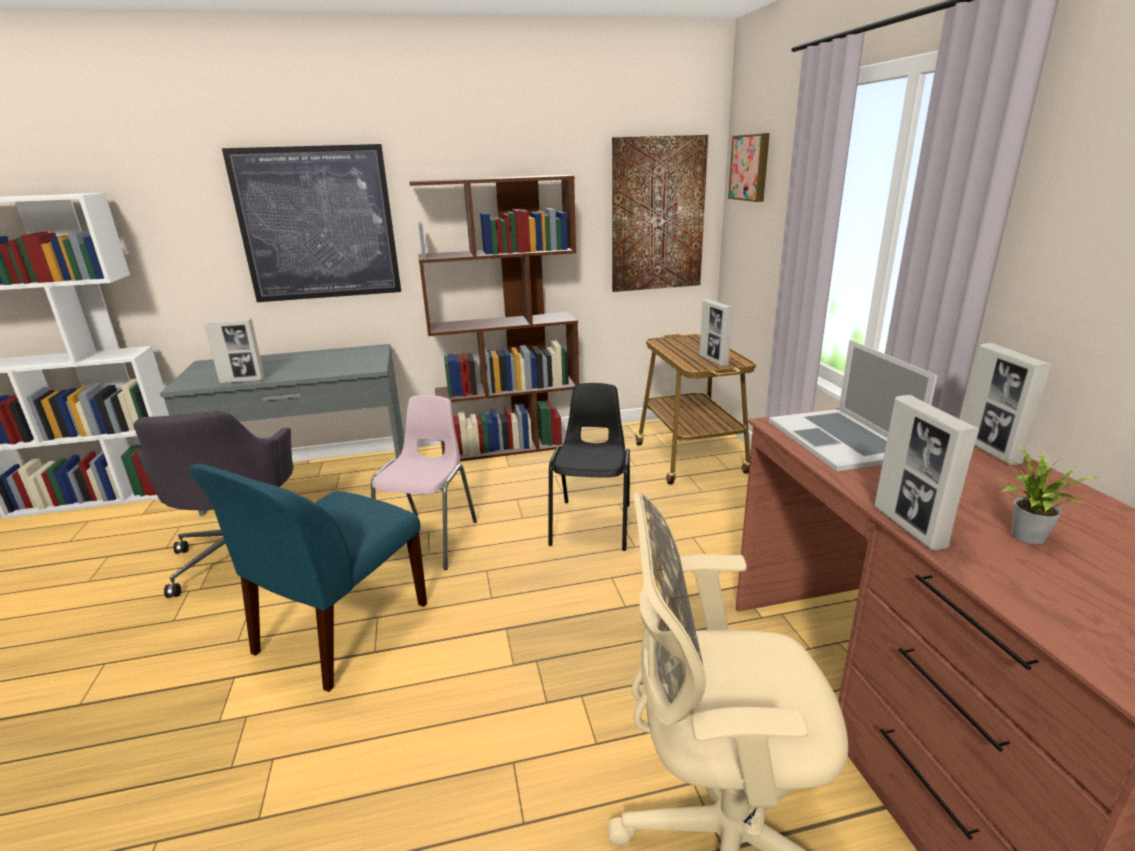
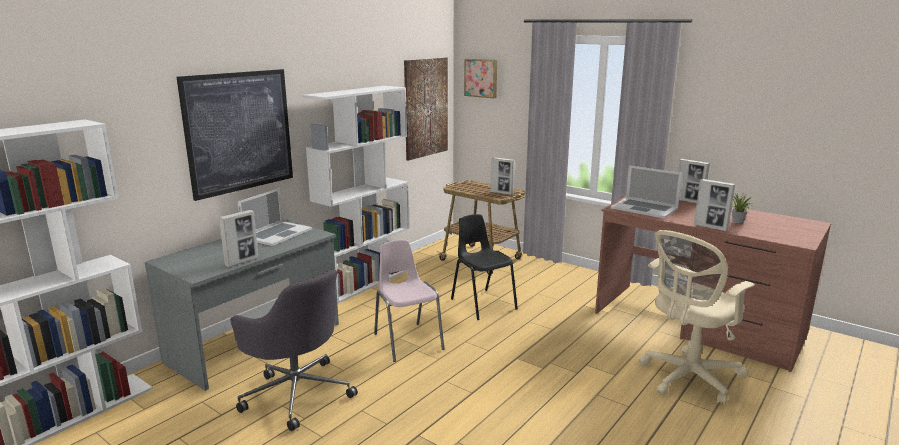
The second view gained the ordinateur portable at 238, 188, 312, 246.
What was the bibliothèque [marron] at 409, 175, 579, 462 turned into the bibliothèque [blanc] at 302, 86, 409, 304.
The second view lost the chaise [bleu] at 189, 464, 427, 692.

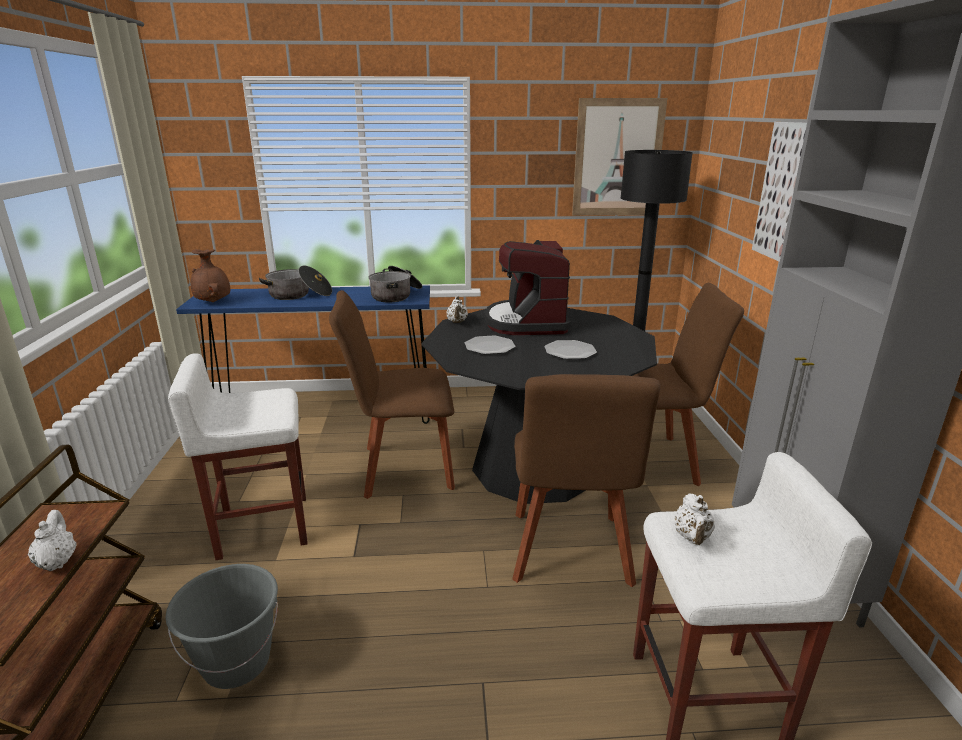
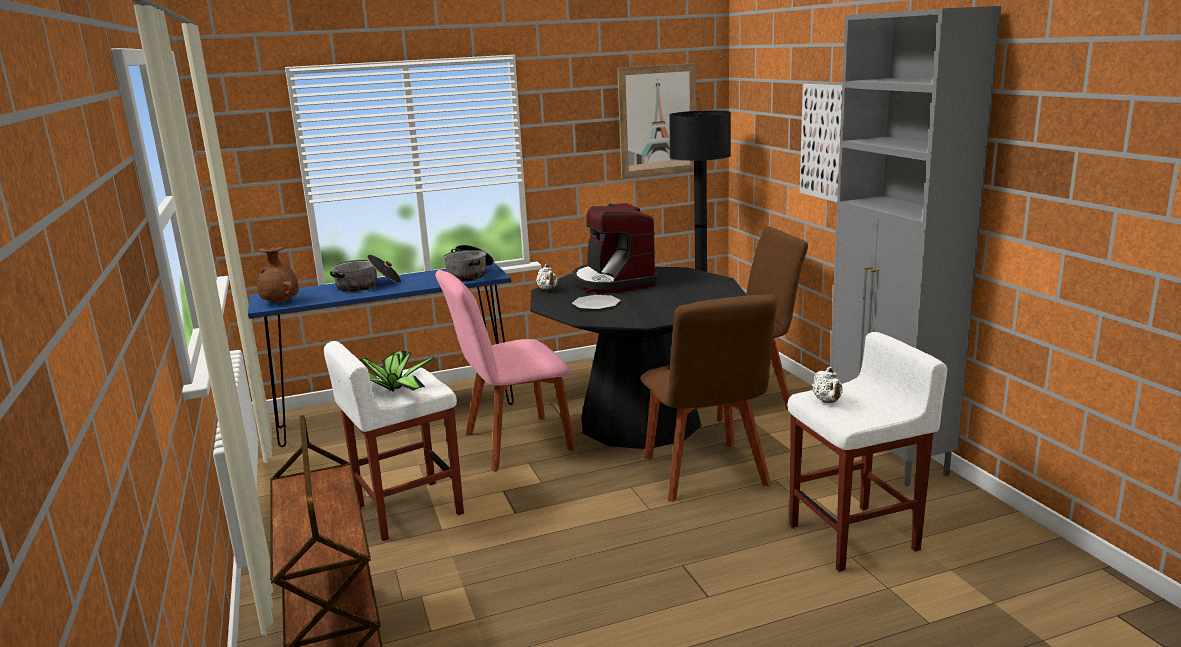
The second view gained the plante en pot at 360, 351, 435, 392.
What was the chaise [marron] at 329, 290, 455, 499 turned into the chaise [rose] at 435, 270, 576, 472.
The second view lost the théière [blanc] at 28, 510, 77, 571.
The second view lost the seau [gris] at 165, 564, 278, 689.
The second view lost the assiette at 544, 340, 597, 359.

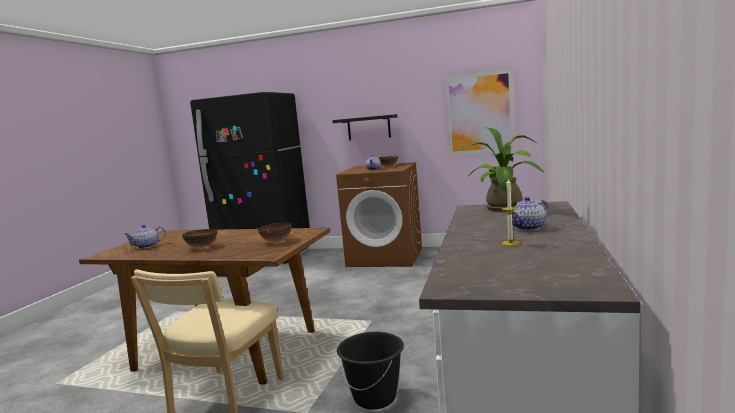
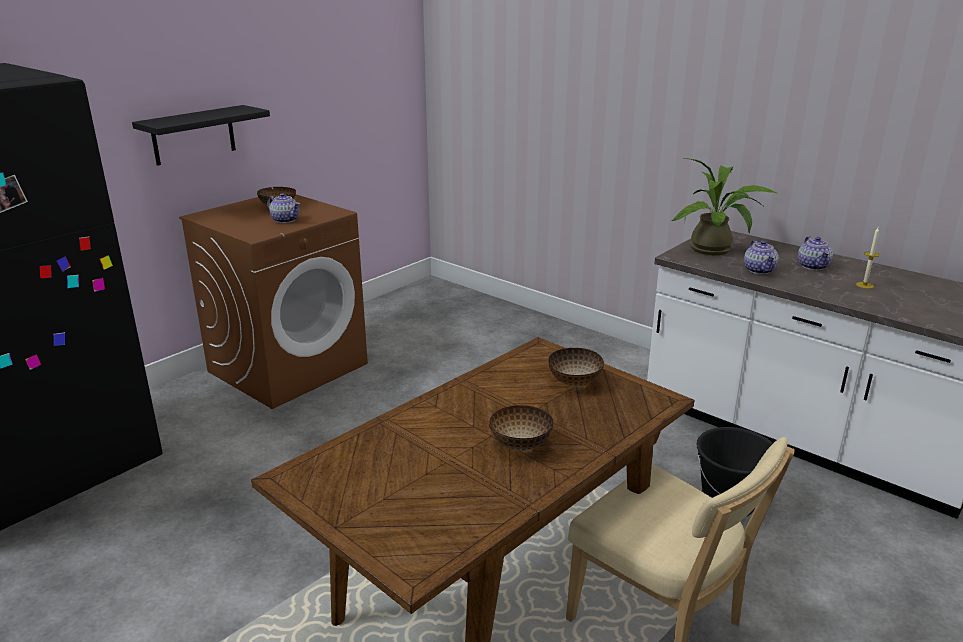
The théière ended up elsewhere, having gone from 124, 225, 166, 249 to 744, 240, 779, 274.
The second view lost the tableau at 445, 69, 515, 155.

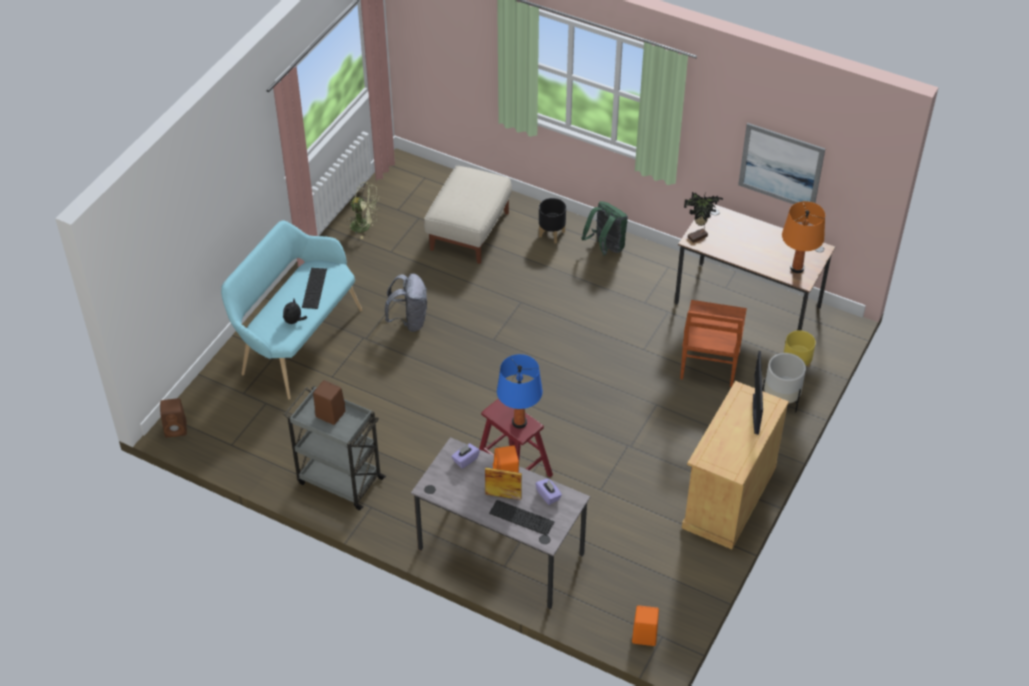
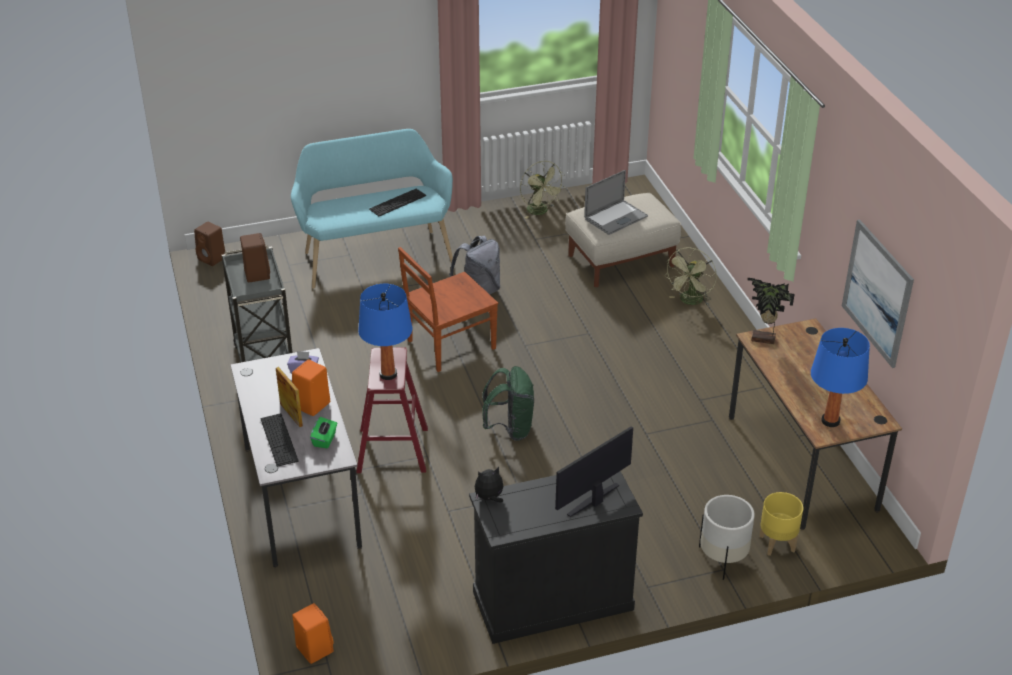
What was the boîte à mouchoirs [violet] at 535, 478, 562, 505 turned into the boîte à mouchoirs [vert] at 310, 417, 337, 449.
The chaise [marron] ended up elsewhere, having gone from 680, 300, 747, 387 to 398, 247, 498, 372.
What was the meuble de rangement [beige] at 682, 381, 789, 549 turned into the meuble de rangement [noir] at 469, 471, 643, 644.
The peluche ended up elsewhere, having gone from 283, 299, 307, 324 to 475, 467, 503, 503.
The sac à dos [vert] ended up elsewhere, having gone from 581, 201, 628, 255 to 482, 366, 534, 441.
The second view gained the ordinateur portable at 584, 170, 648, 235.
Where the cache-pot [noir] stood at 539, 198, 566, 243, the ventilateur [vert] came to stand at 664, 248, 717, 306.
What was the lampe de table [orange] at 782, 201, 825, 273 turned into the lampe de table [bleu] at 811, 328, 870, 427.

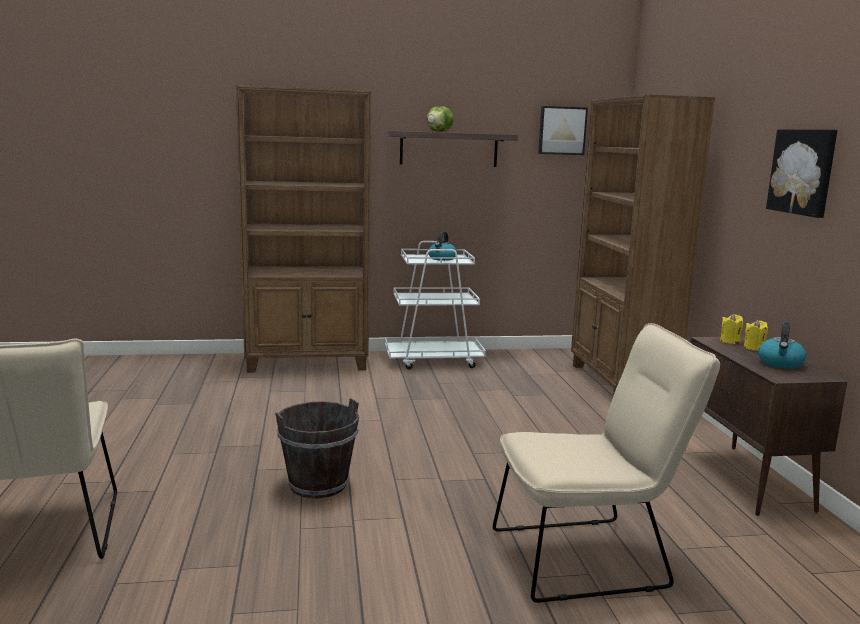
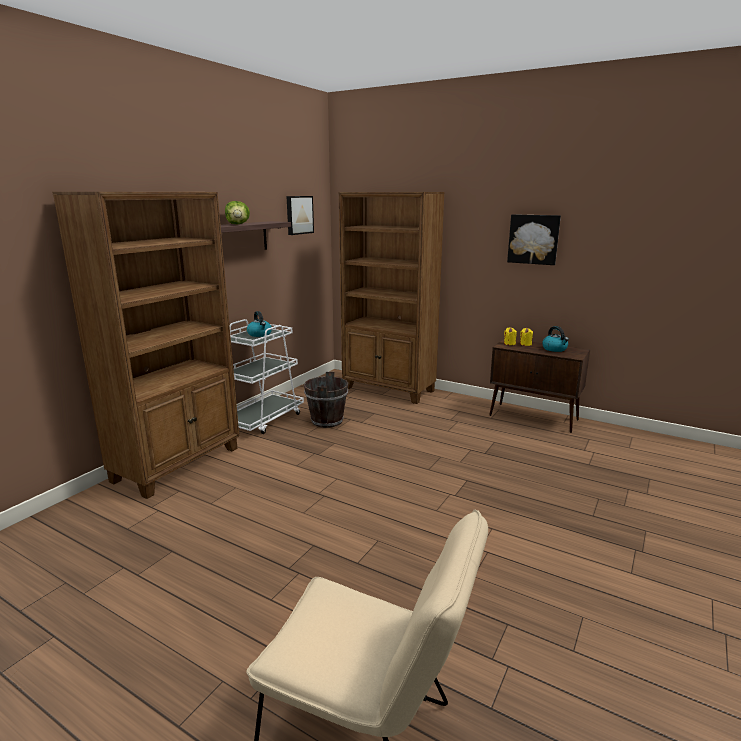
The seau [marron] ended up elsewhere, having gone from 275, 398, 359, 499 to 304, 372, 348, 428.
The second view lost the chaise [beige] at 493, 323, 720, 603.

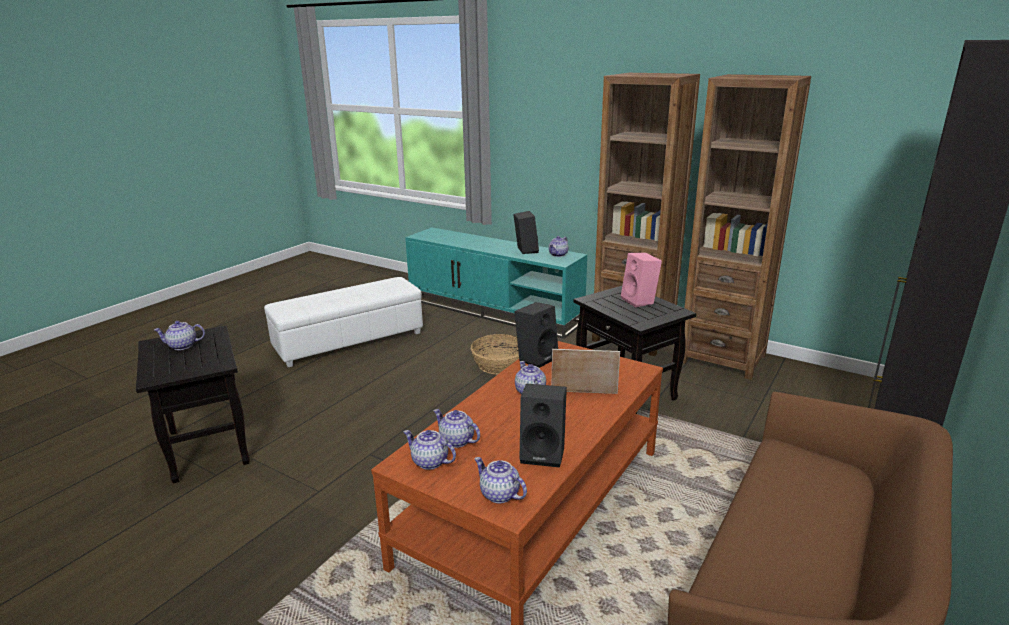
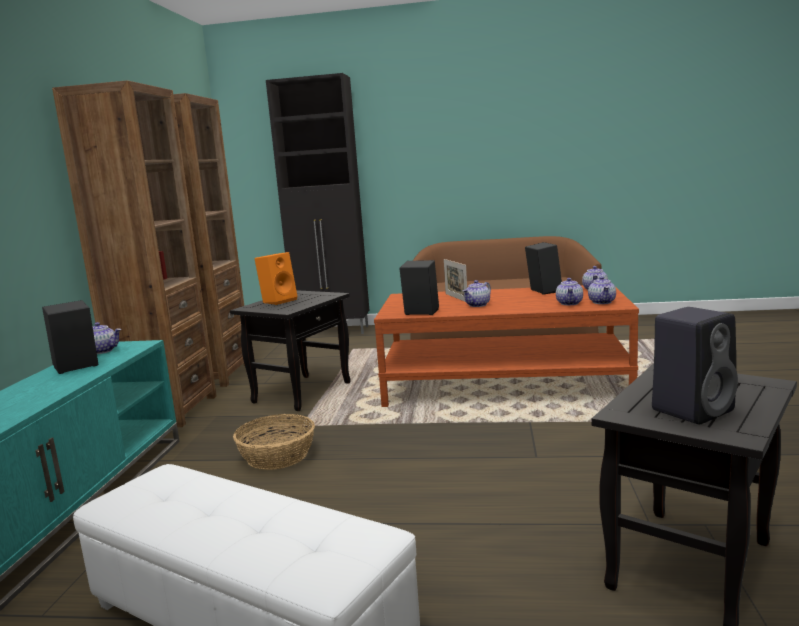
What was the enceinte [rose] at 621, 253, 662, 307 turned into the enceinte [orange] at 254, 252, 297, 305.
Where the théière stood at 154, 321, 205, 350, the enceinte [noir] came to stand at 652, 307, 738, 424.

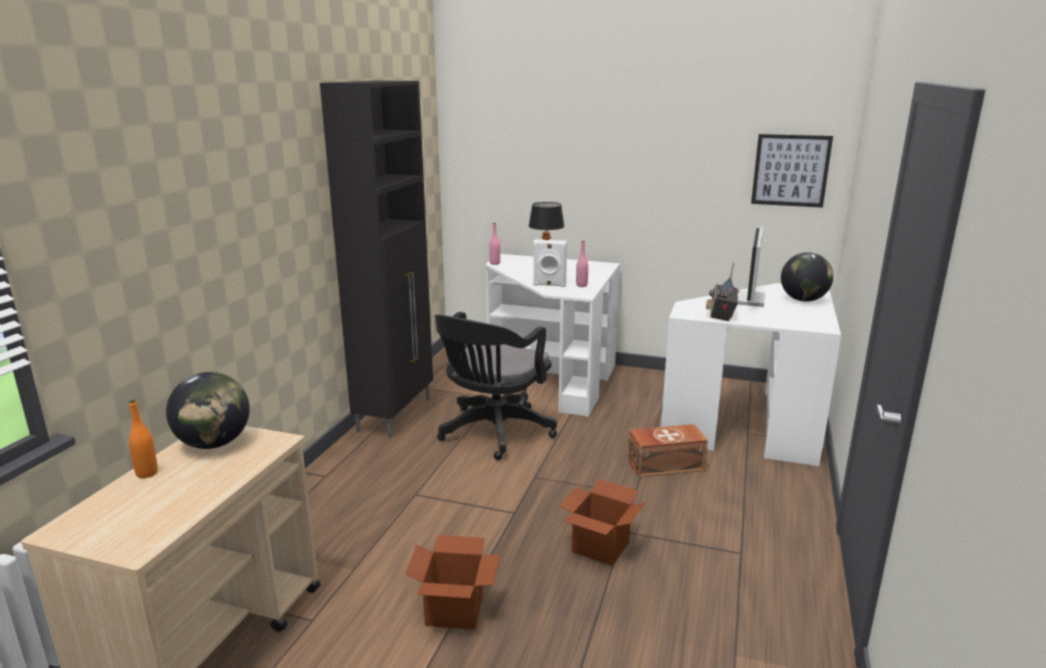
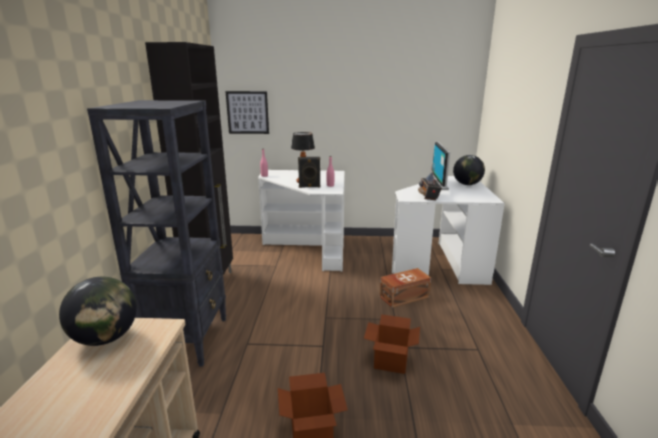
The second view gained the bibliothèque [noir] at 87, 100, 226, 367.
The tableau ended up elsewhere, having gone from 751, 134, 833, 208 to 225, 91, 269, 134.
What was the enceinte [blanc] at 533, 239, 567, 287 turned into the enceinte [noir] at 298, 157, 321, 188.
The second view lost the bouteille [orange] at 129, 399, 158, 478.
The second view lost the chaise de bureau [noir] at 435, 312, 557, 460.

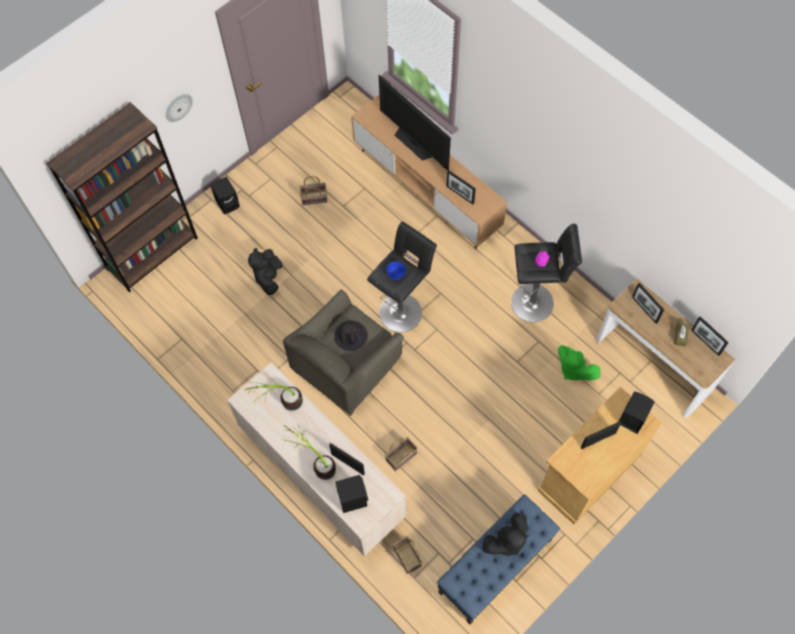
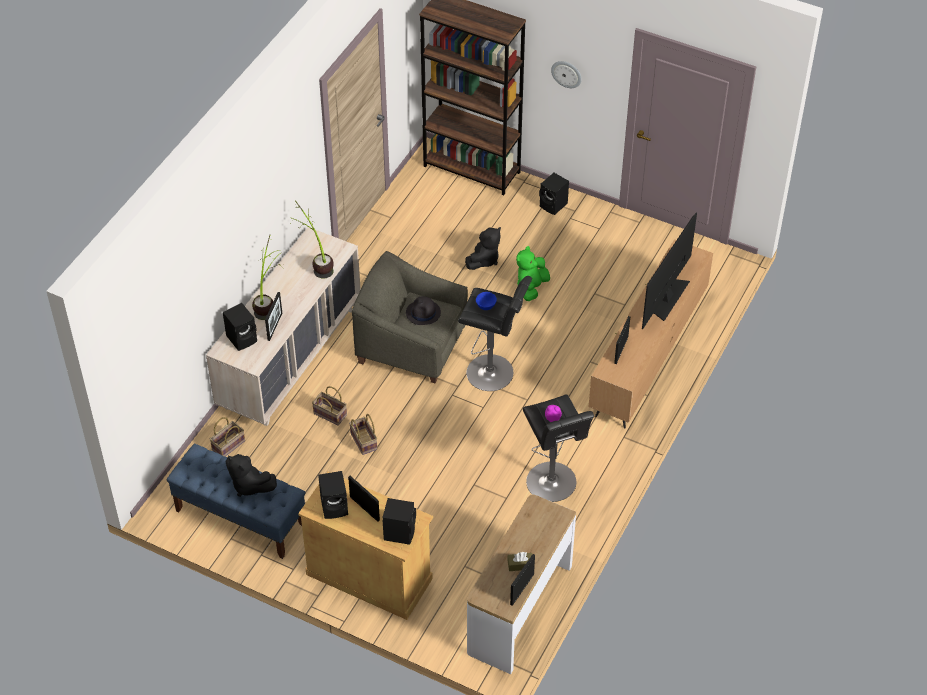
The second view gained the enceinte [noir] at 318, 471, 348, 519.
The panier ended up elsewhere, having gone from 299, 176, 328, 205 to 349, 414, 377, 455.
The peluche [noir] at 248, 248, 283, 295 ended up facing another way, 135 degrees clockwise from before.
The peluche [vert] ended up elsewhere, having gone from 558, 345, 600, 380 to 516, 246, 550, 301.
The second view lost the cadre photo at 632, 283, 664, 324.

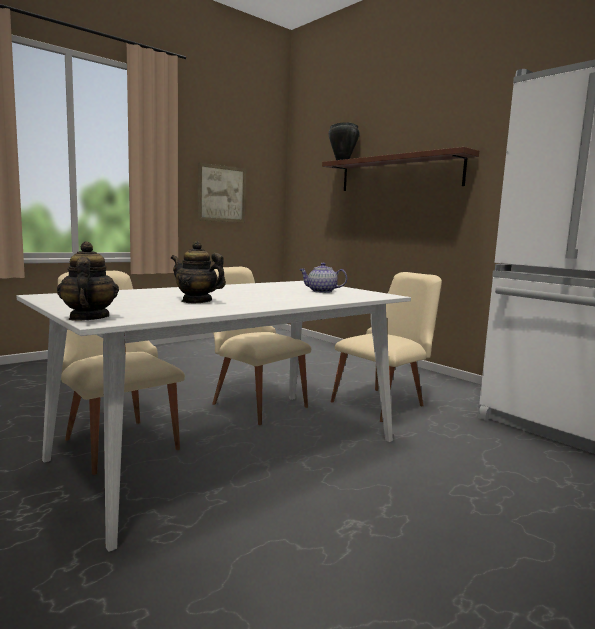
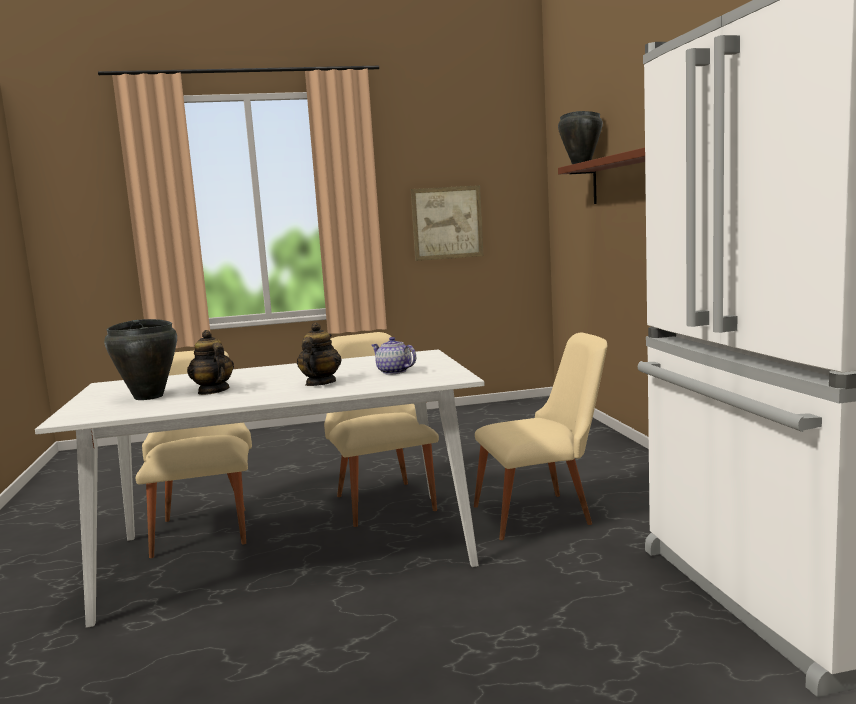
The second view gained the marmite [noir] at 104, 319, 177, 400.
The théière ended up elsewhere, having gone from 57, 241, 119, 321 to 297, 322, 342, 386.

